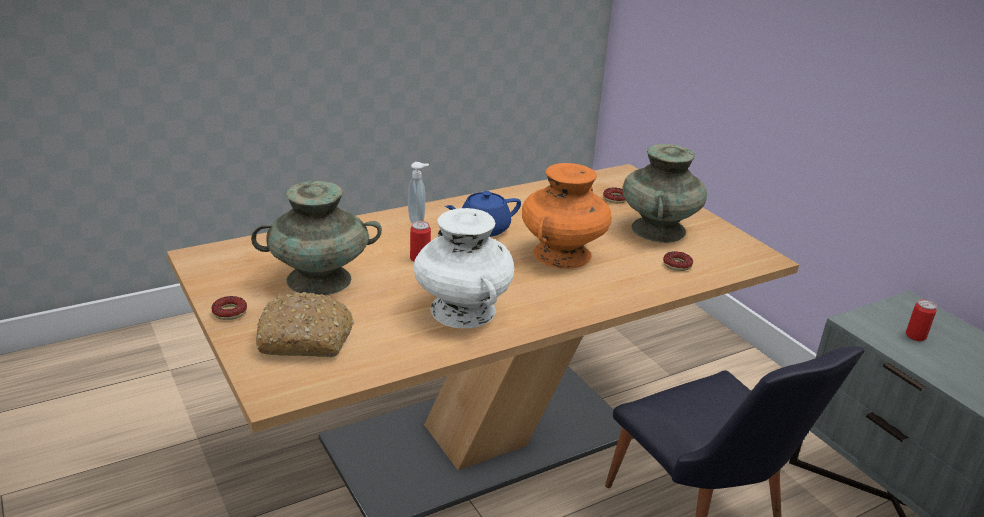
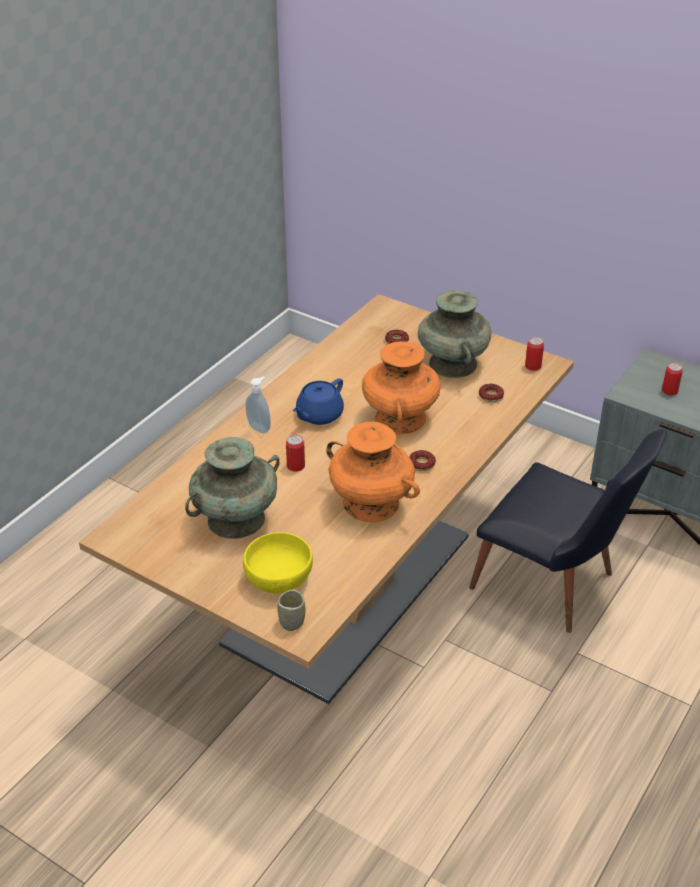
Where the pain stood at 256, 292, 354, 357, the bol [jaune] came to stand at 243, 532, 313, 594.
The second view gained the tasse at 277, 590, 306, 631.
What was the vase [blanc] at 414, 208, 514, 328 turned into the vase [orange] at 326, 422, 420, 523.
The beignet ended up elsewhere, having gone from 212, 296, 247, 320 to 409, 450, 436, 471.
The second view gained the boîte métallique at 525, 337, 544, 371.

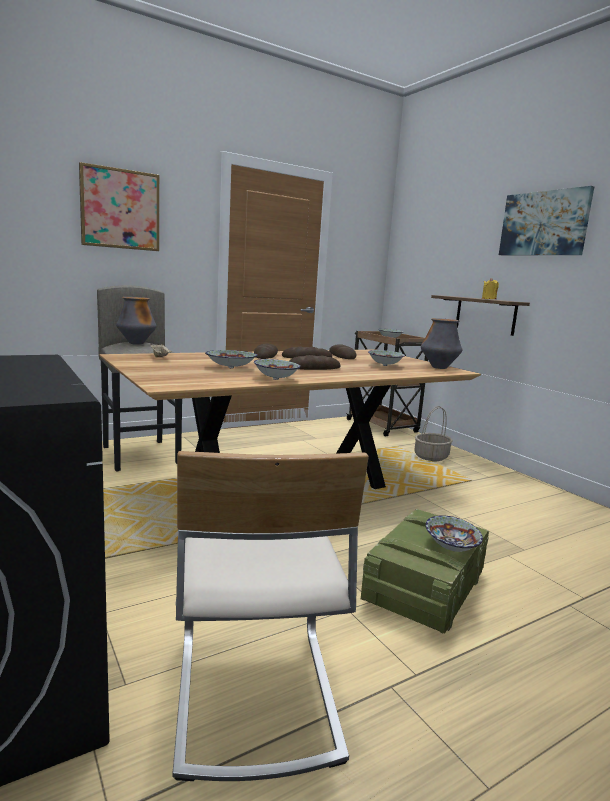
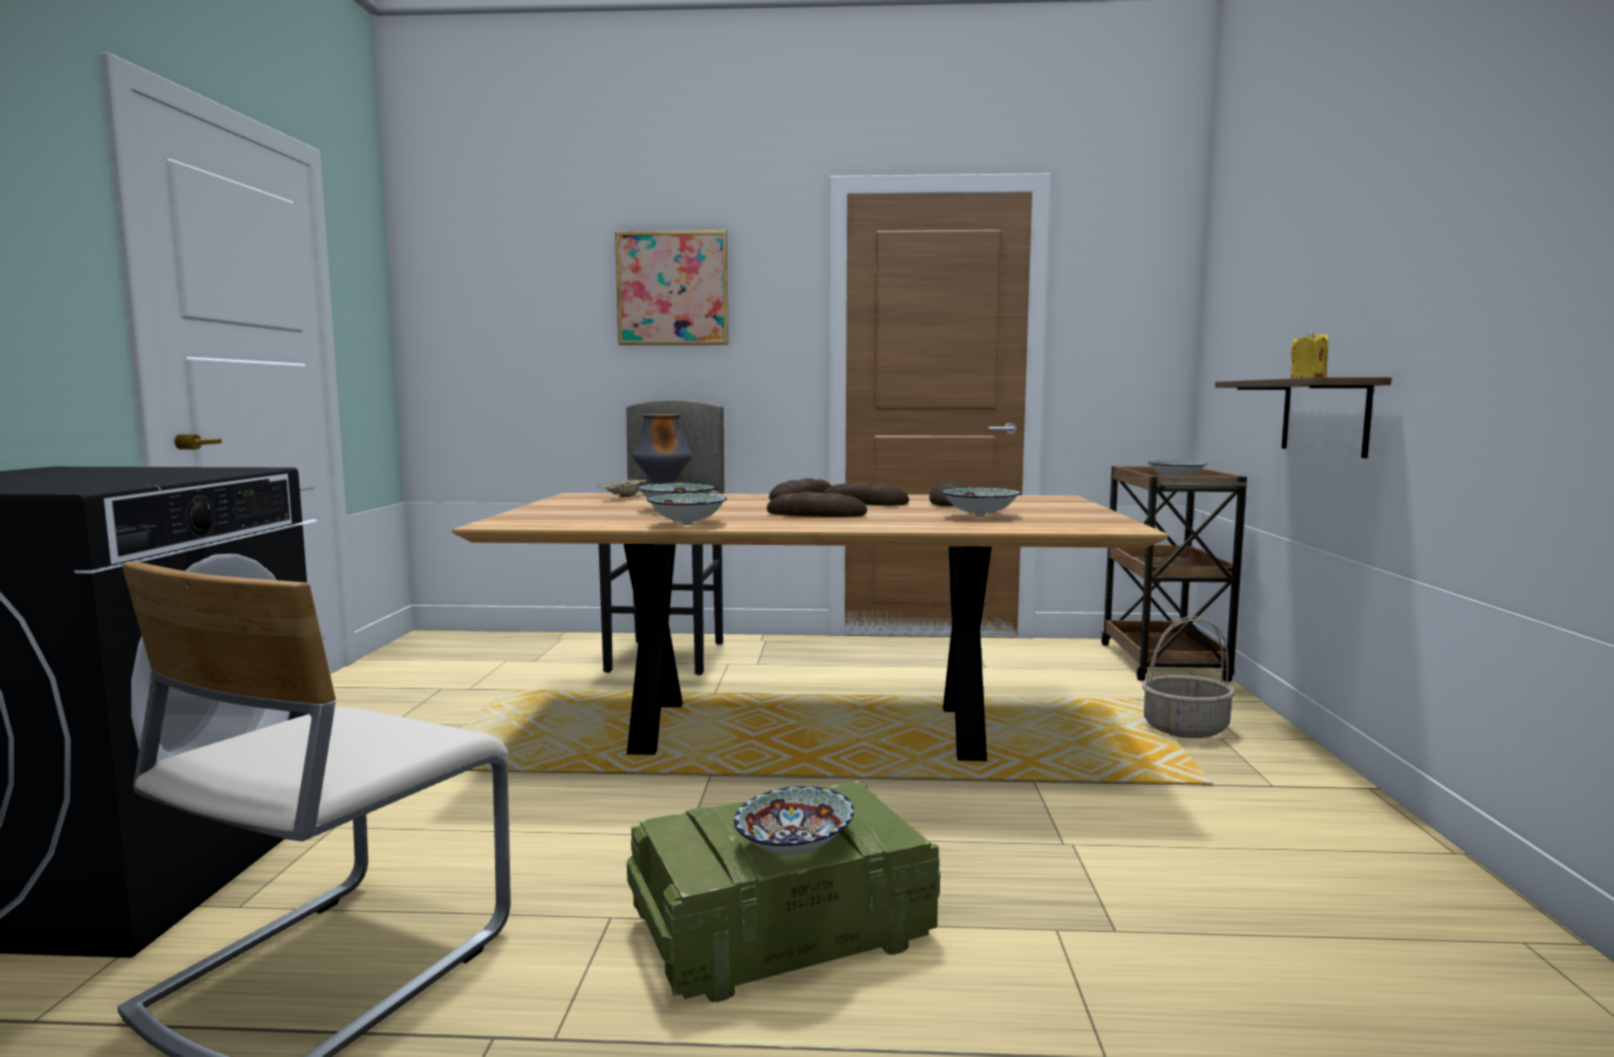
The second view lost the vase at 421, 318, 462, 369.
The second view lost the tableau at 499, 186, 594, 255.

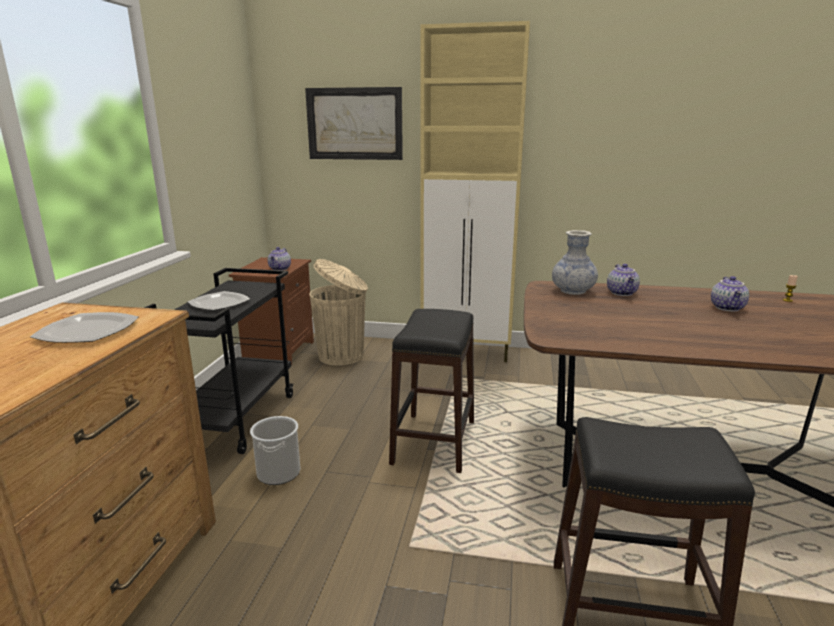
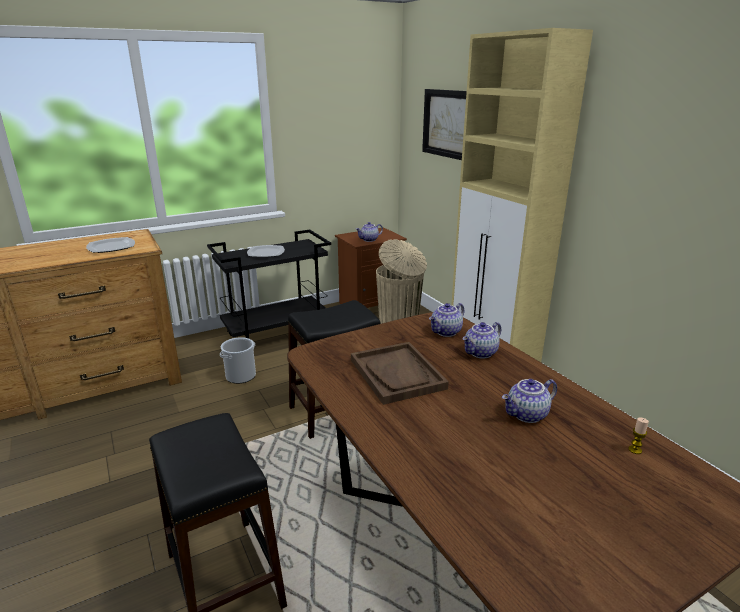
The second view gained the plateau [marron] at 351, 342, 449, 405.
Where the vase stood at 552, 230, 598, 295, the théière came to stand at 429, 303, 465, 337.

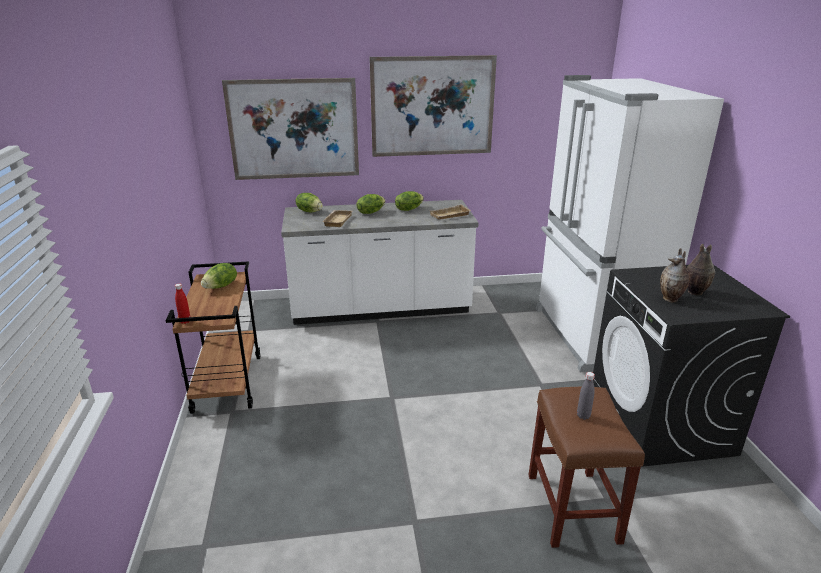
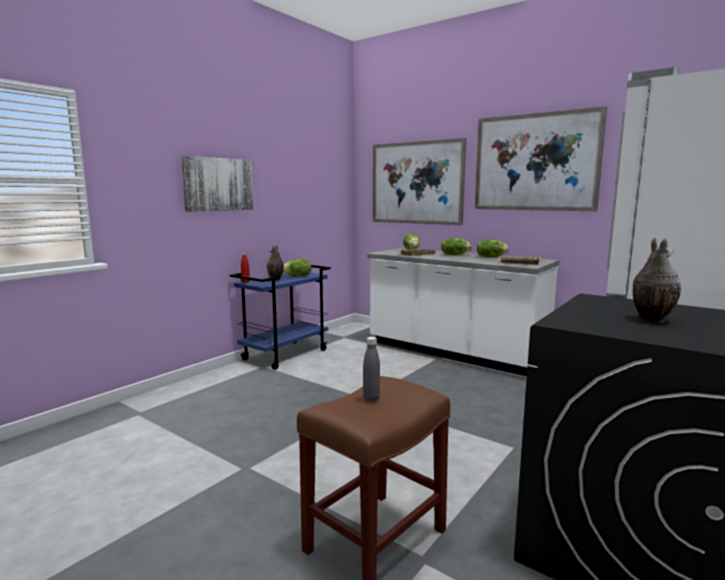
The second view gained the tableau at 181, 156, 253, 212.
What was the chariot [marron] at 166, 261, 260, 414 turned into the chariot [bleu] at 230, 265, 331, 370.
The vase ended up elsewhere, having gone from 660, 248, 689, 302 to 267, 245, 284, 281.

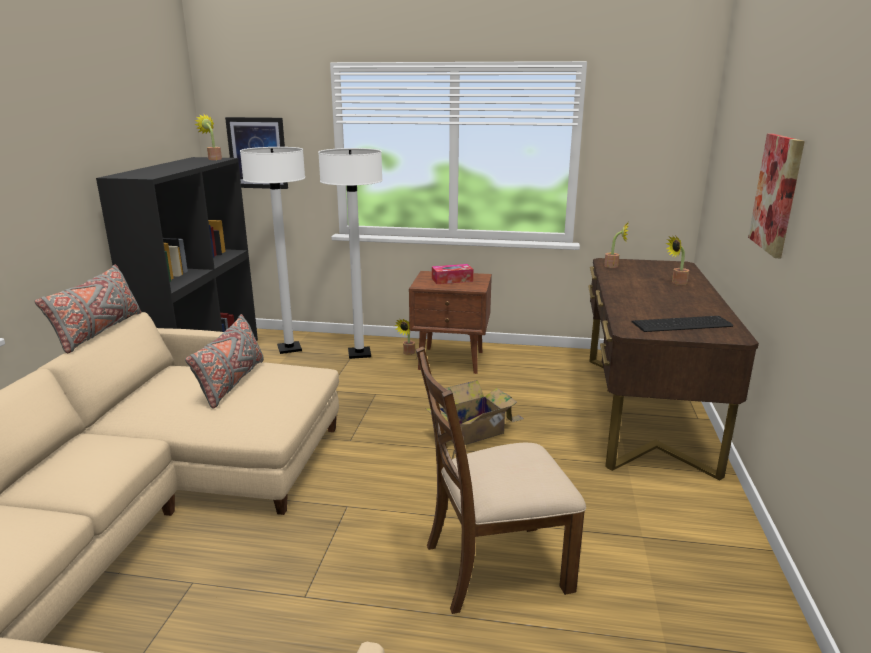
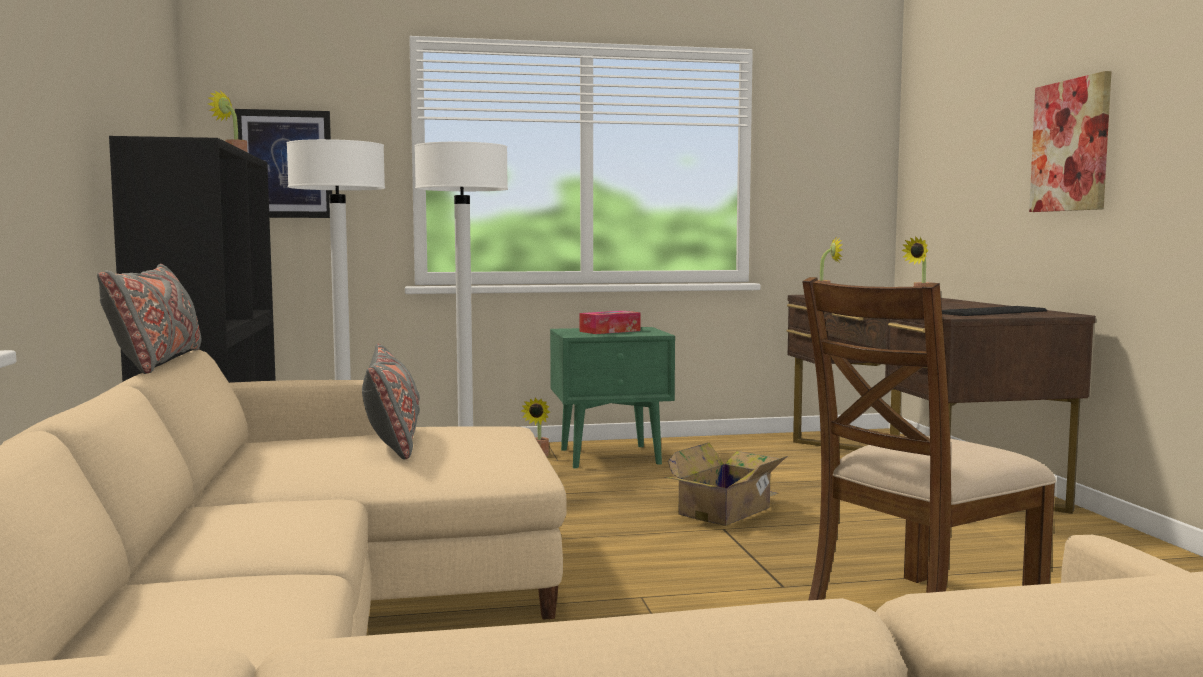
What was the table de chevet [marron] at 409, 271, 492, 374 turned into the table de chevet [vert] at 550, 327, 675, 468.

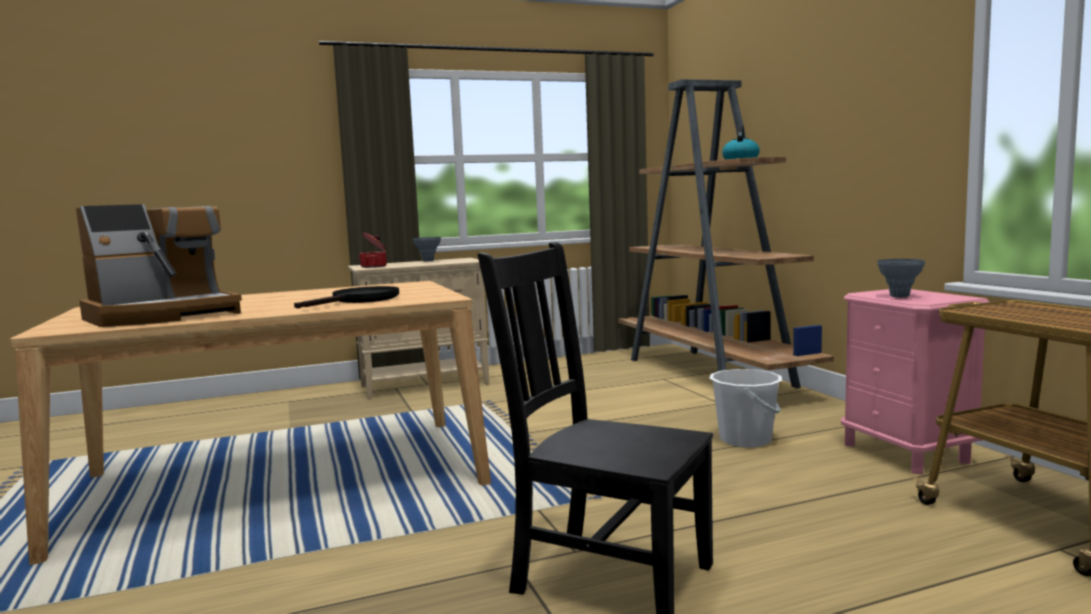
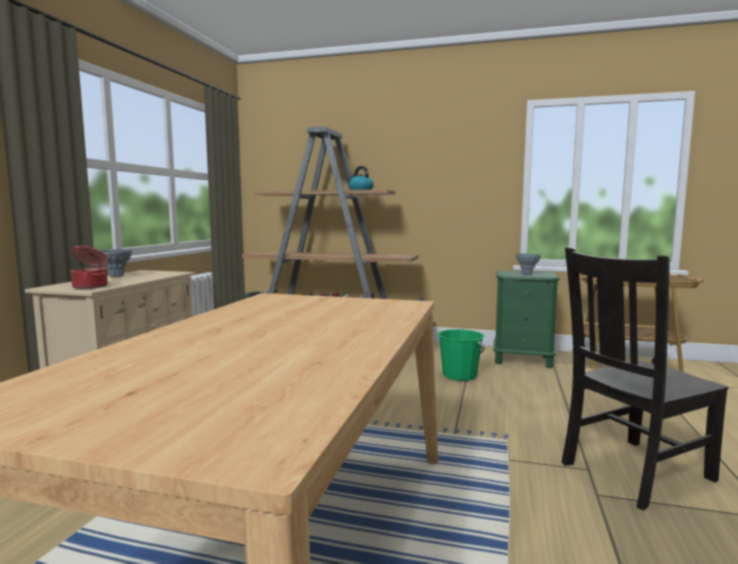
What was the seau [blanc] at 709, 369, 782, 448 turned into the seau [vert] at 437, 329, 485, 381.
What was the table de chevet [rose] at 841, 289, 989, 474 turned into the table de chevet [vert] at 493, 271, 560, 368.
The second view lost the machine à café at 76, 204, 242, 327.
The second view lost the poêle [noir] at 294, 286, 399, 308.

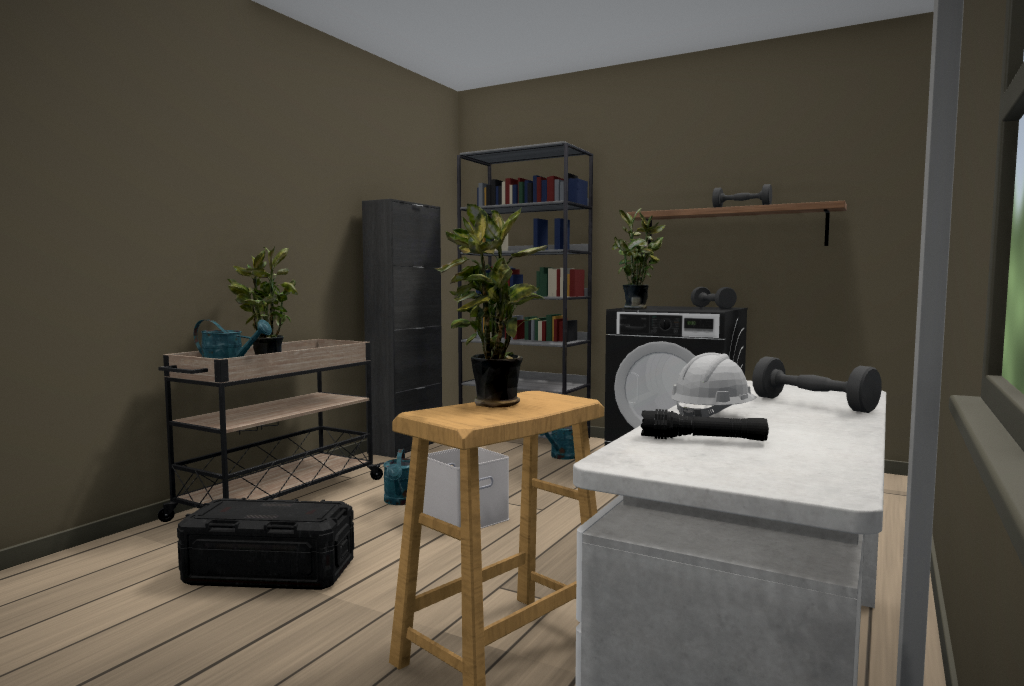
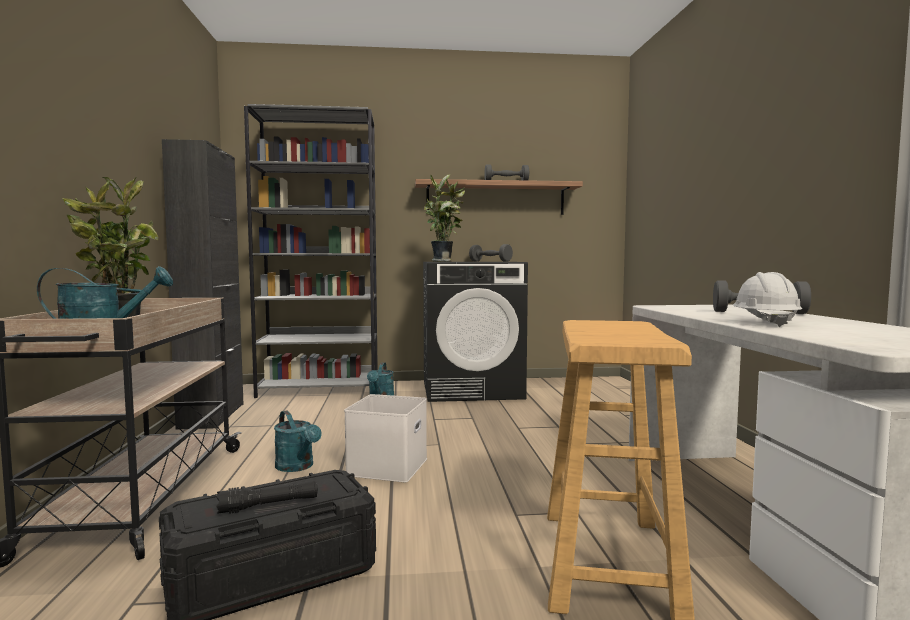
The lampe de poche [noir] ended up elsewhere, having gone from 641, 409, 769, 441 to 216, 480, 318, 514.
The second view lost the plante en pot at 434, 204, 548, 408.

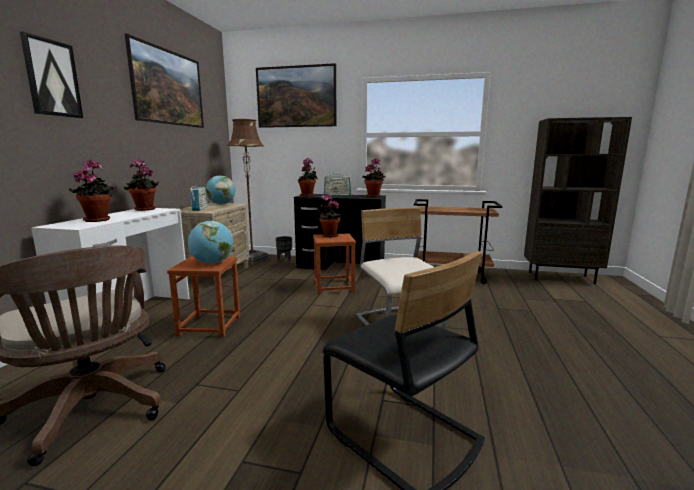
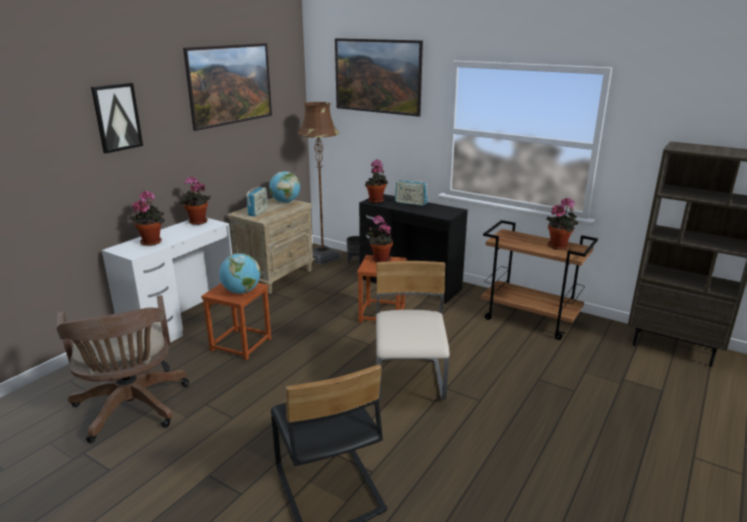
The plante en pot ended up elsewhere, having gone from 362, 158, 386, 197 to 546, 198, 578, 250.

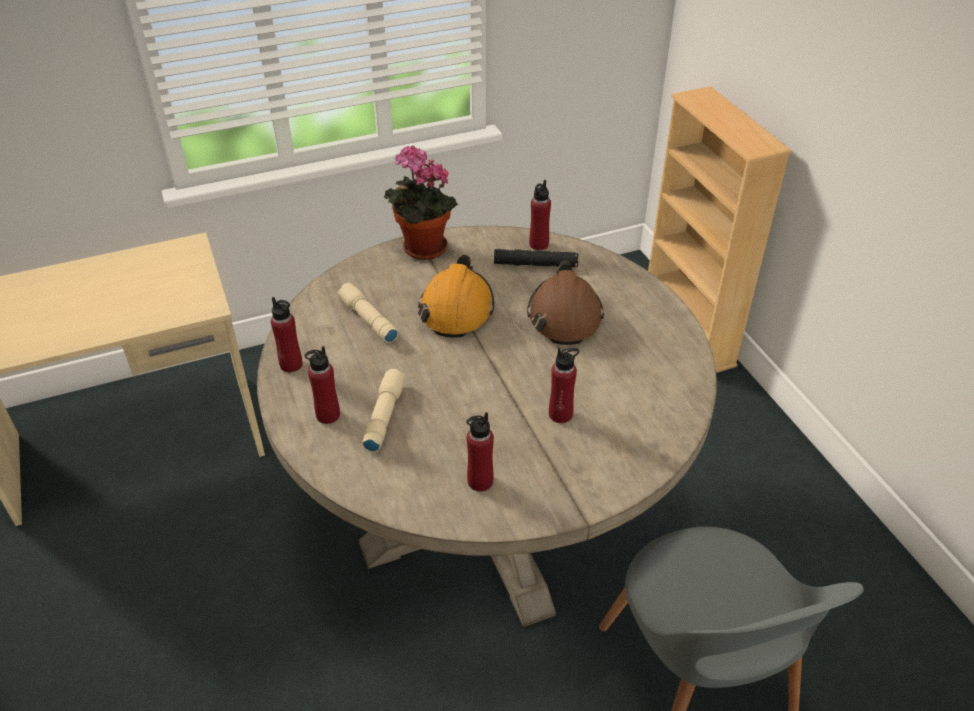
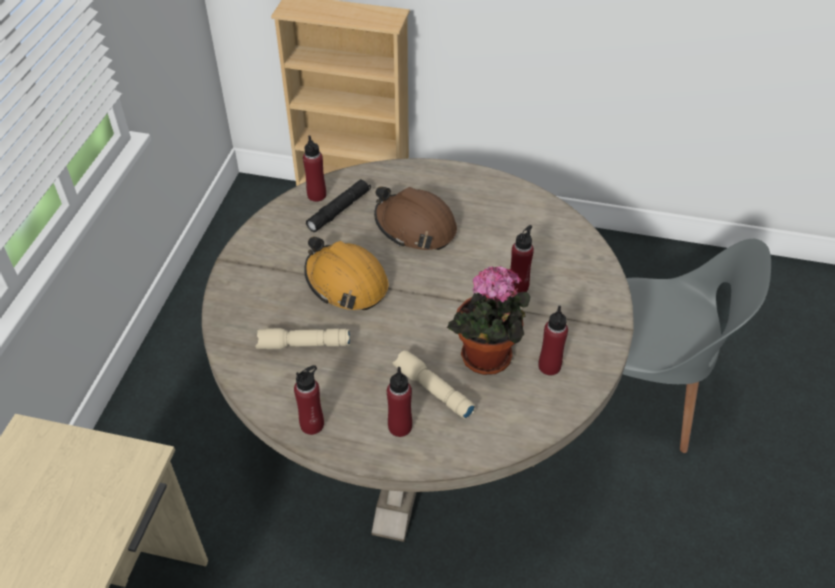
The plante en pot ended up elsewhere, having gone from 384, 146, 458, 260 to 447, 266, 530, 375.

